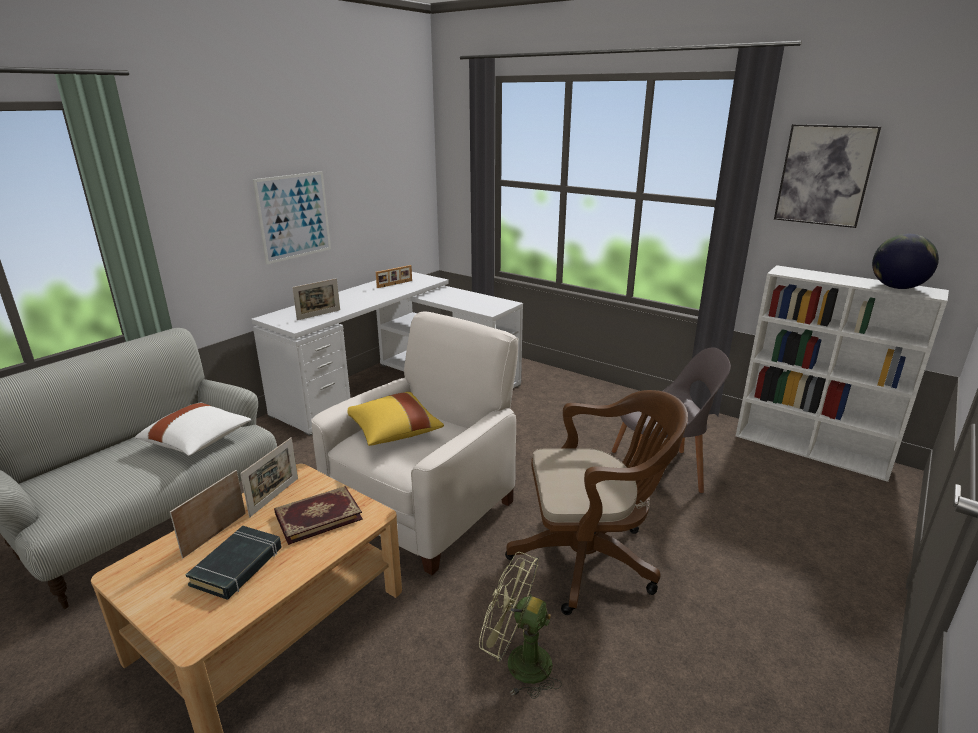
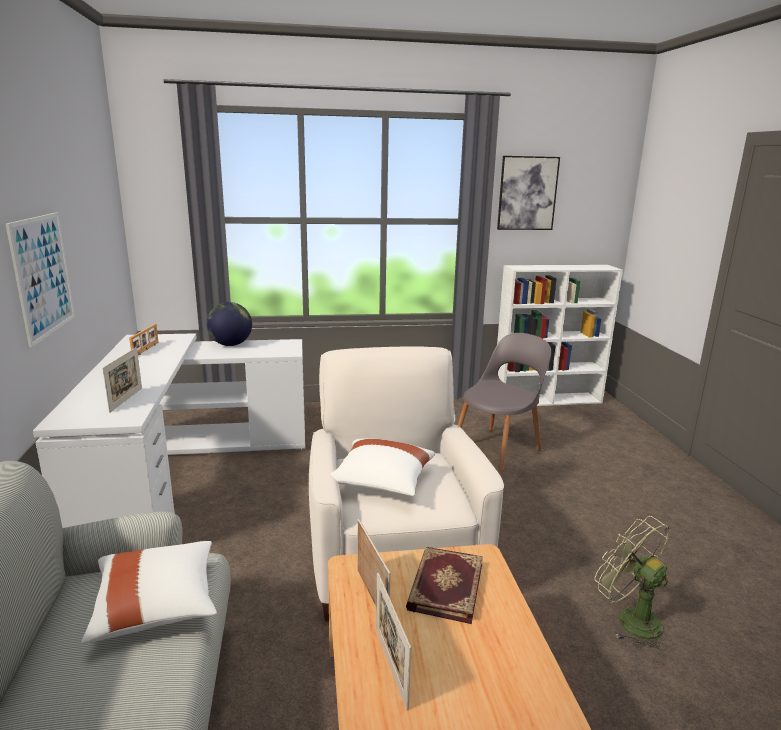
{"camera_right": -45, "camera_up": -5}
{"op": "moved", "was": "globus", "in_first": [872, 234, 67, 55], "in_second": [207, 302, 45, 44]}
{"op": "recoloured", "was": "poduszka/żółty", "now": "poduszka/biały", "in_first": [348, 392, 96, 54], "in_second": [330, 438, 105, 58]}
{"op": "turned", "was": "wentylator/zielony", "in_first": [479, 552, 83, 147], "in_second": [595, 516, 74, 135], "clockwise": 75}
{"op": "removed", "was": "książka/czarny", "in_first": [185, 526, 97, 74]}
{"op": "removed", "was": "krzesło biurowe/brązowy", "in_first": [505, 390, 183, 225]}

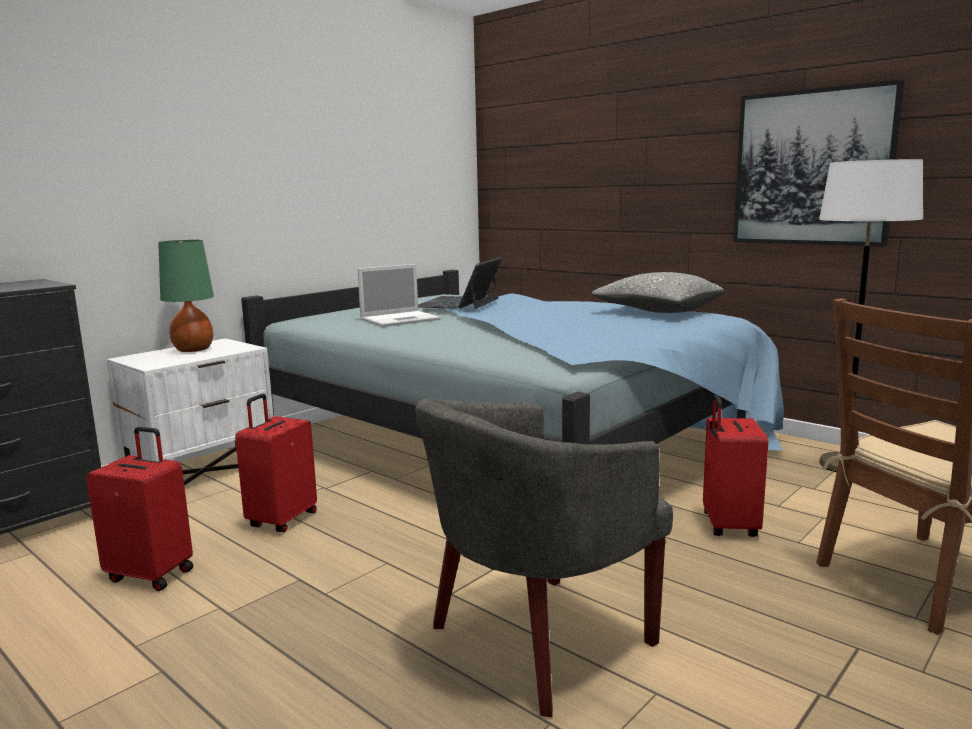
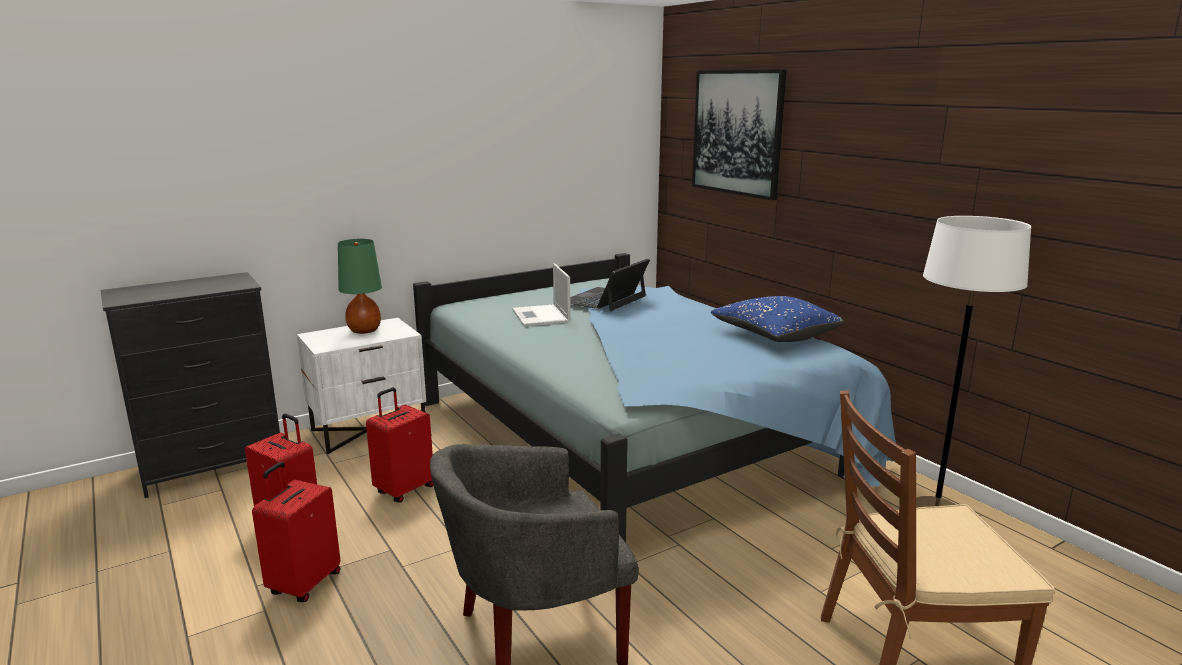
{"camera_right": 15, "camera_up": 5}
{"op": "moved", "was": "walizka/czerwony", "in_first": [703, 394, 65, 143], "in_second": [252, 462, 88, 140]}
{"op": "turned", "was": "laptop", "in_first": [357, 264, 84, 63], "in_second": [512, 263, 59, 64], "clockwise": 90}
{"op": "moved", "was": "obraz", "in_first": [733, 79, 171, 168], "in_second": [692, 69, 95, 132]}
{"op": "recoloured", "was": "poduszka/szary", "now": "poduszka/niebieski", "in_first": [592, 272, 132, 41], "in_second": [711, 296, 133, 46]}

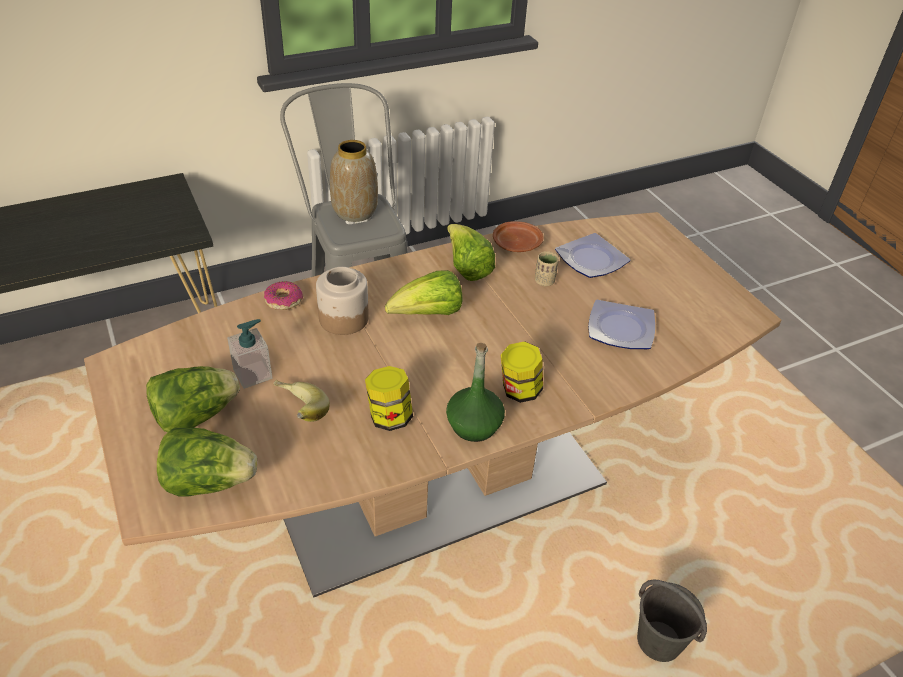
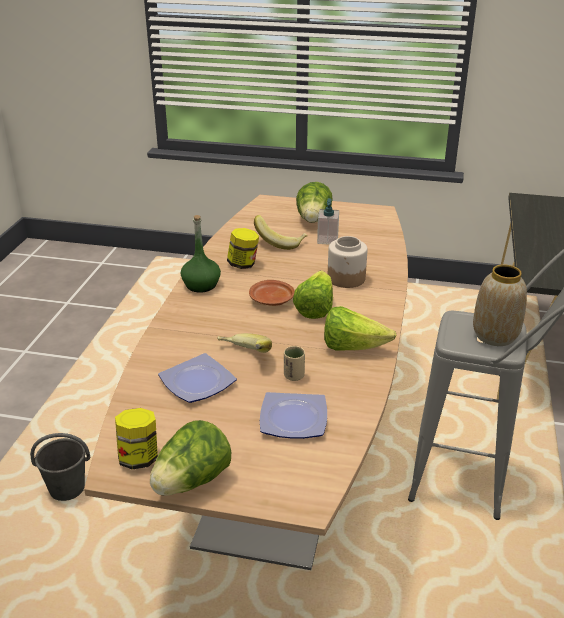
{"camera_right": 130, "camera_up": -10}
{"op": "moved", "was": "słoik", "in_first": [501, 341, 42, 62], "in_second": [115, 408, 43, 61]}
{"op": "moved", "was": "sałata", "in_first": [157, 427, 100, 70], "in_second": [150, 420, 81, 76]}
{"op": "added", "now": "banan", "in_second": [217, 333, 55, 20]}
{"op": "moved", "was": "talerz/brązowy", "in_first": [493, 221, 50, 31], "in_second": [249, 280, 46, 26]}
{"op": "removed", "was": "donut", "in_first": [264, 281, 39, 29]}

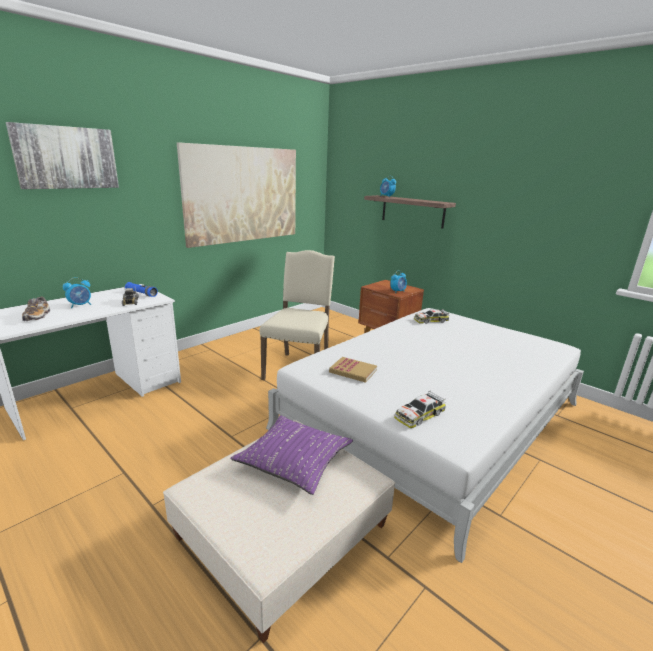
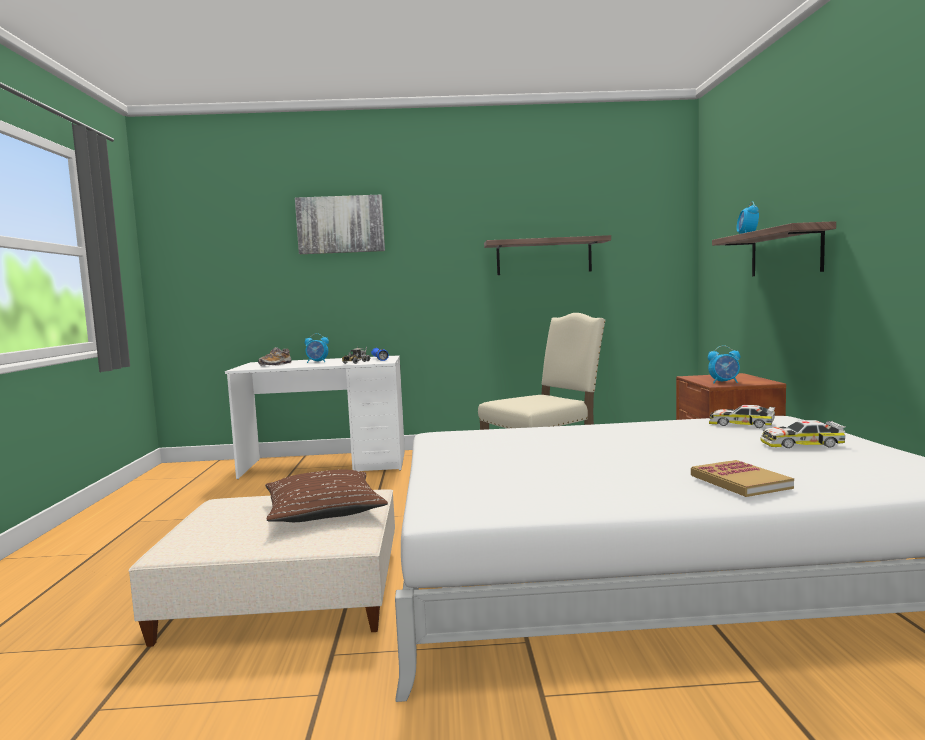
{"camera_right": 45, "camera_up": -15}
{"op": "recoloured", "was": "poduszka/fioletowy", "now": "poduszka/brązowy", "in_first": [231, 415, 122, 80], "in_second": [265, 469, 123, 53]}
{"op": "replaced", "was": "obraz", "now": "półka", "in_first": [177, 142, 119, 106], "in_second": [484, 235, 127, 40]}
{"op": "moved", "was": "książka", "in_first": [329, 357, 48, 26], "in_second": [691, 460, 103, 37]}
{"op": "moved", "was": "samochodzik", "in_first": [394, 391, 52, 37], "in_second": [760, 420, 86, 28]}

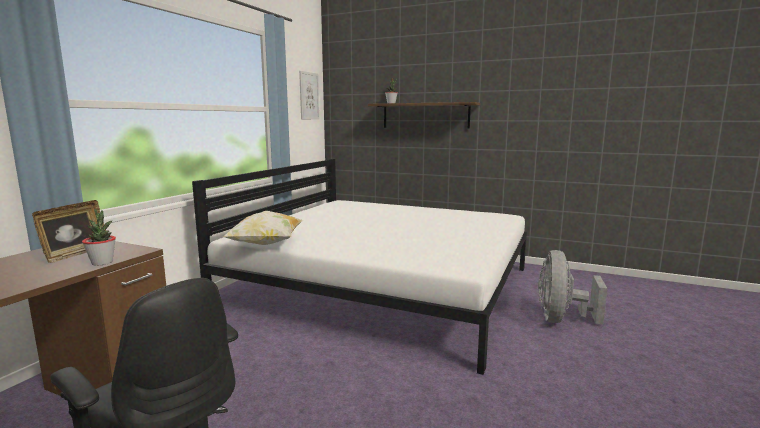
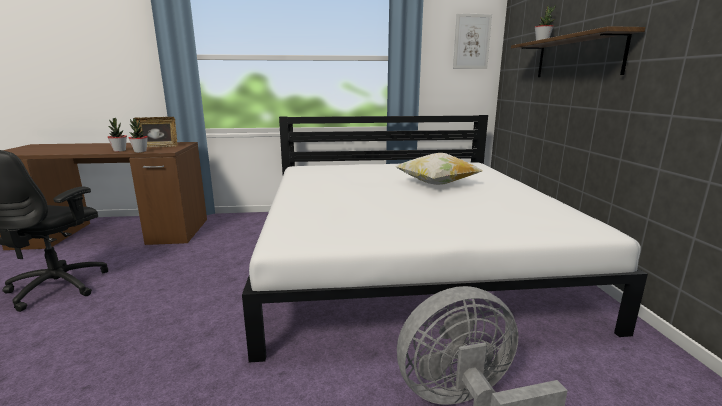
{"camera_right": 60, "camera_up": 5}
{"op": "added", "now": "roślina doniczkowa", "in_second": [107, 117, 20, 35]}
{"op": "moved", "was": "poduszka", "in_first": [223, 211, 80, 34], "in_second": [396, 153, 87, 32]}

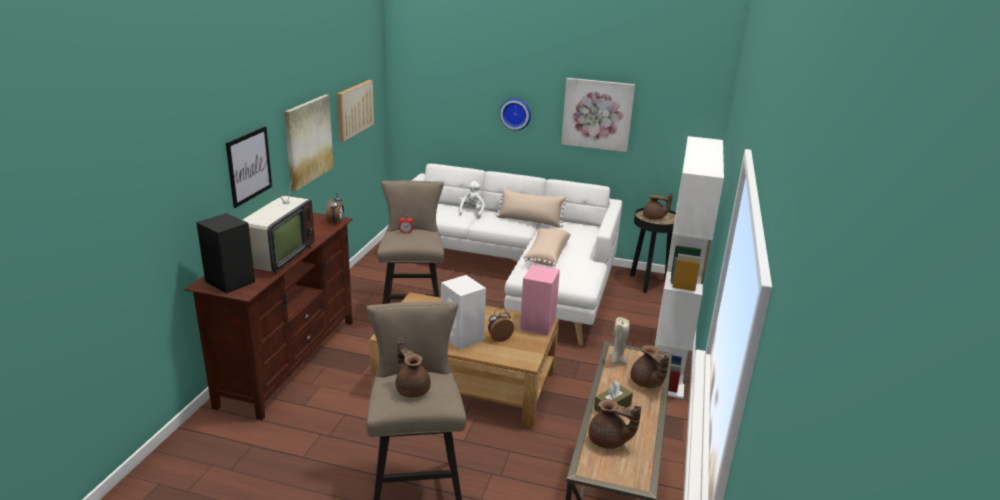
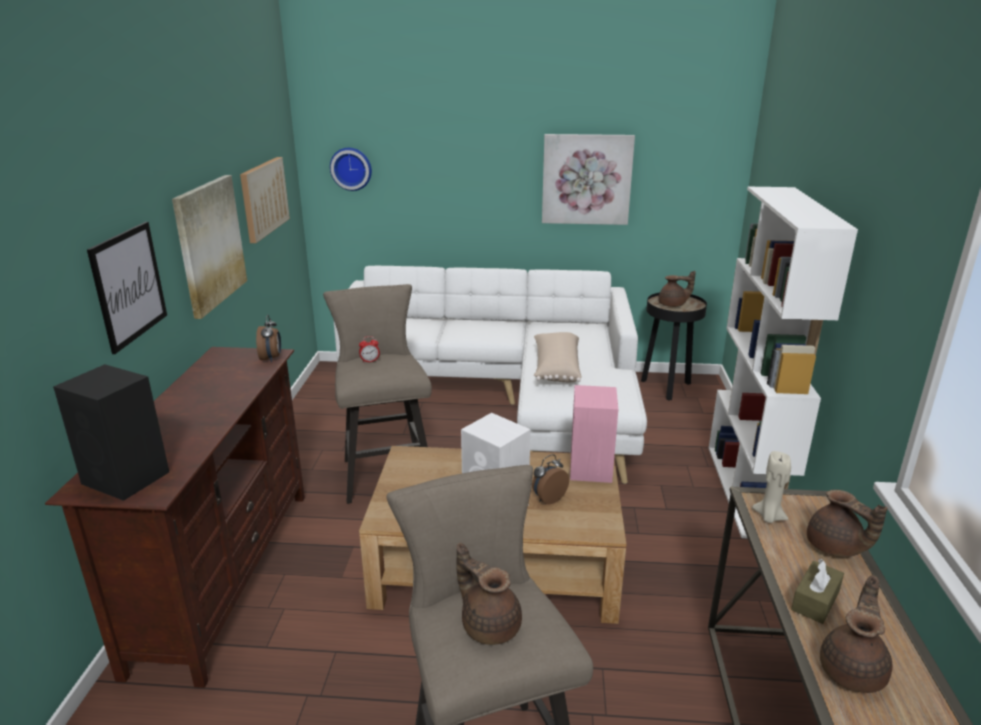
{"camera_right": -10, "camera_up": 0}
{"op": "moved", "was": "zegar ścienny", "in_first": [500, 98, 31, 32], "in_second": [330, 148, 42, 43]}
{"op": "turned", "was": "imbryk/brązowy", "in_first": [588, 400, 53, 49], "in_second": [820, 575, 72, 118], "clockwise": -75}
{"op": "removed", "was": "telewizor", "in_first": [243, 160, 72, 115]}
{"op": "removed", "was": "pluszak/biały", "in_first": [459, 181, 26, 38]}
{"op": "removed", "was": "poduszka/beżowy", "in_first": [496, 188, 72, 40]}

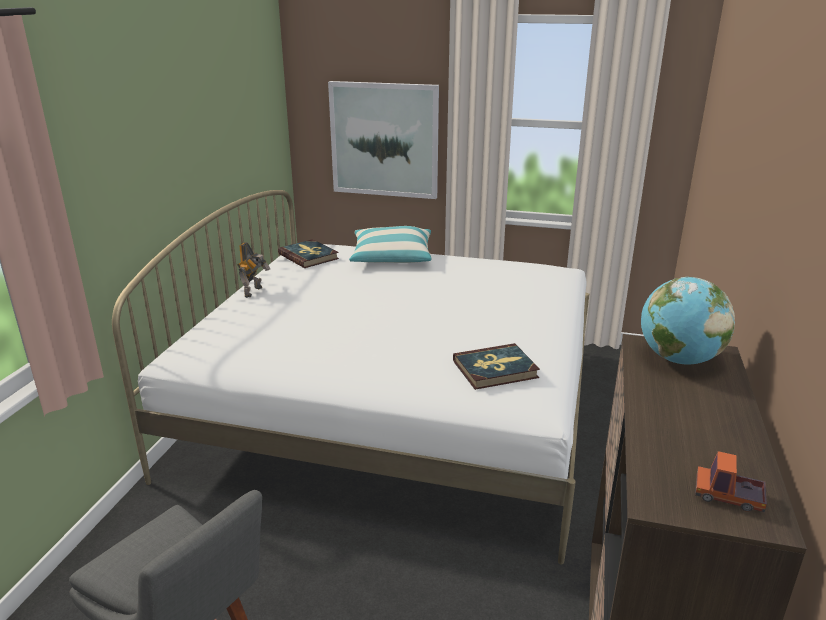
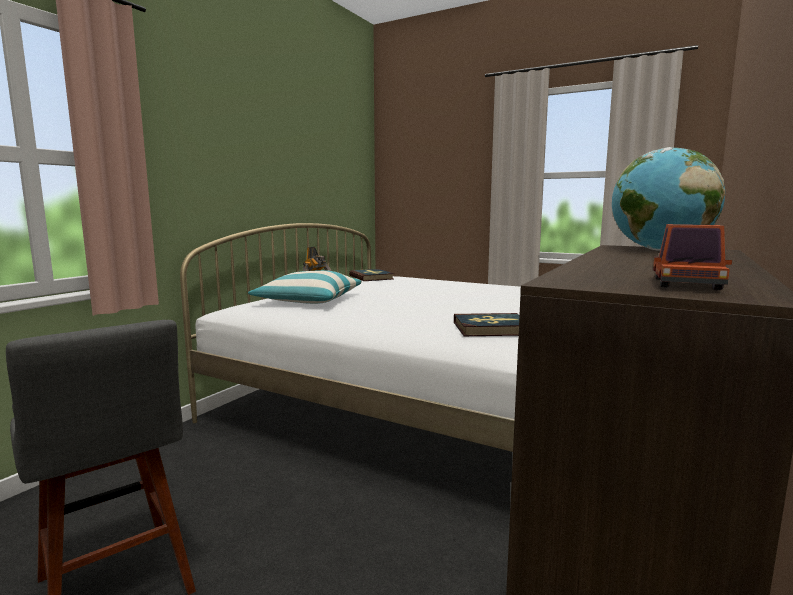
{"camera_right": 15, "camera_up": -15}
{"op": "moved", "was": "poduszka", "in_first": [349, 226, 82, 37], "in_second": [248, 270, 114, 34]}
{"op": "turned", "was": "ciężarówka zabawkowa", "in_first": [695, 451, 72, 61], "in_second": [653, 224, 79, 66], "clockwise": -105}
{"op": "removed", "was": "obraz", "in_first": [328, 81, 111, 118]}

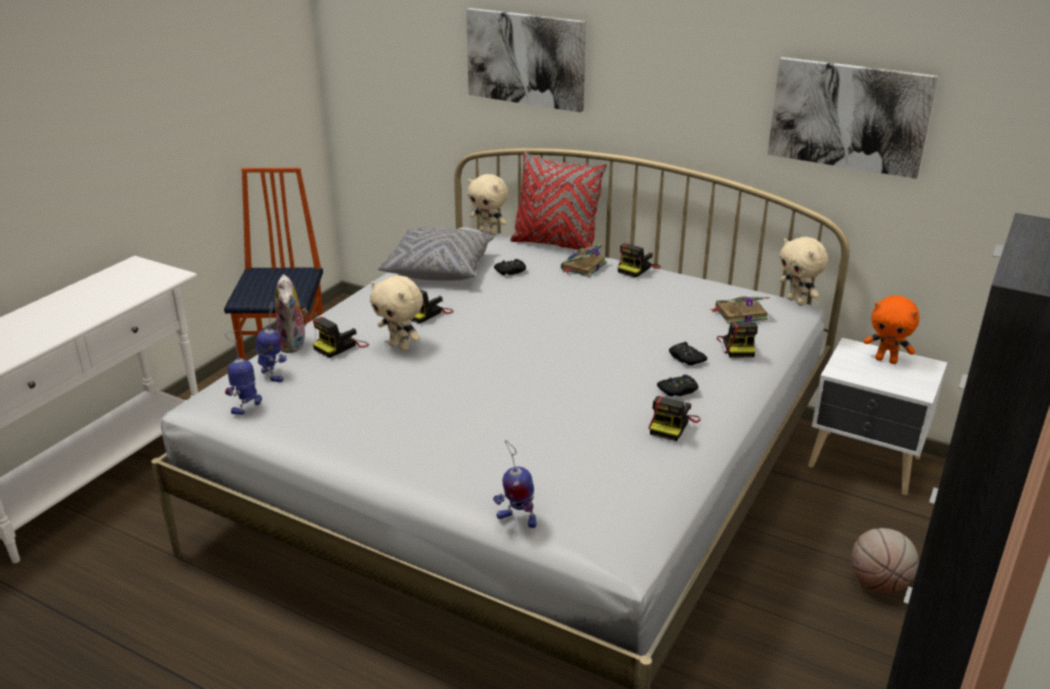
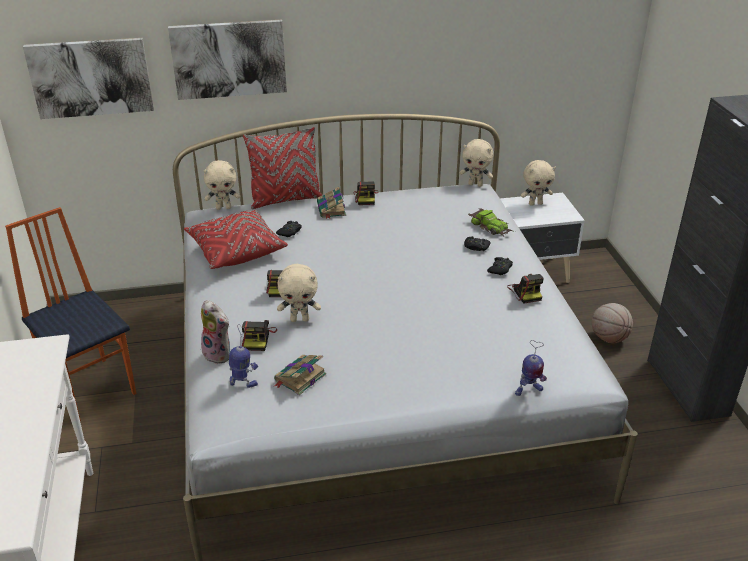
{"camera_right": -40, "camera_up": 5}
{"op": "moved", "was": "obraz", "in_first": [768, 57, 170, 122], "in_second": [23, 38, 131, 81]}
{"op": "recoloured", "was": "poduszka/szary", "now": "poduszka/czerwony", "in_first": [378, 227, 116, 54], "in_second": [184, 210, 104, 59]}
{"op": "moved", "was": "książka", "in_first": [710, 296, 59, 28], "in_second": [274, 355, 52, 40]}
{"op": "replaced", "was": "aparat fotograficzny", "now": "samochodzik", "in_first": [717, 322, 41, 35], "in_second": [468, 208, 47, 29]}
{"op": "recoloured", "was": "pluszak/pomarańczowy", "now": "pluszak/beżowy", "in_first": [864, 295, 55, 69], "in_second": [521, 160, 35, 46]}
{"op": "removed", "was": "robot zabawkowy", "in_first": [225, 330, 37, 85]}

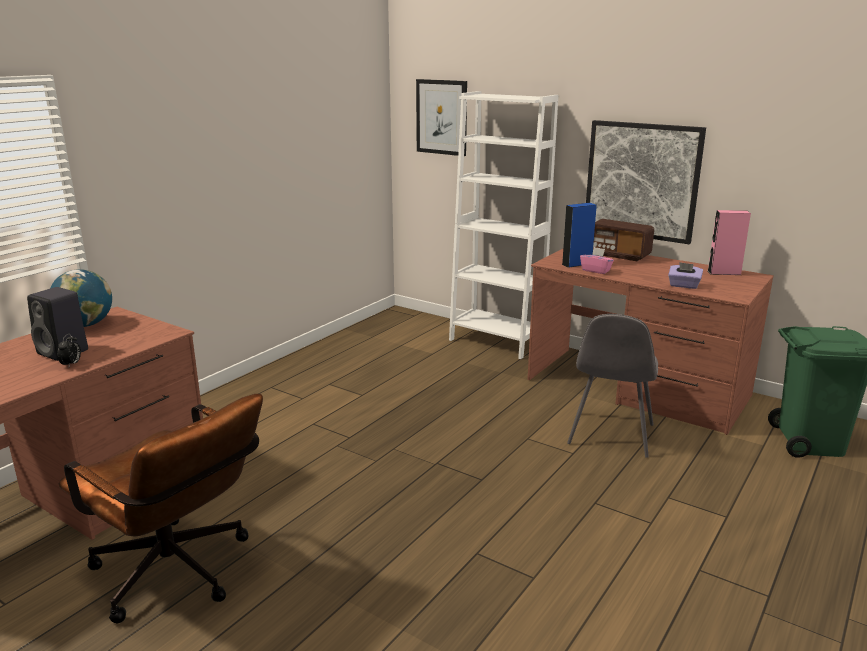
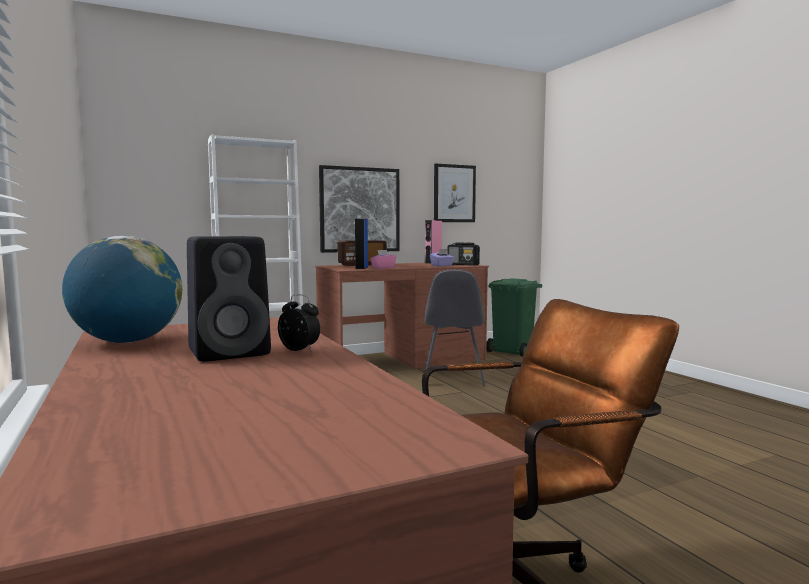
{"camera_right": -60, "camera_up": -15}
{"op": "turned", "was": "krzesło/szary", "in_first": [567, 314, 91, 144], "in_second": [424, 269, 61, 117], "clockwise": 45}
{"op": "moved", "was": "obraz", "in_first": [416, 79, 51, 77], "in_second": [434, 164, 42, 58]}
{"op": "added", "now": "radio", "in_second": [447, 243, 33, 23]}

